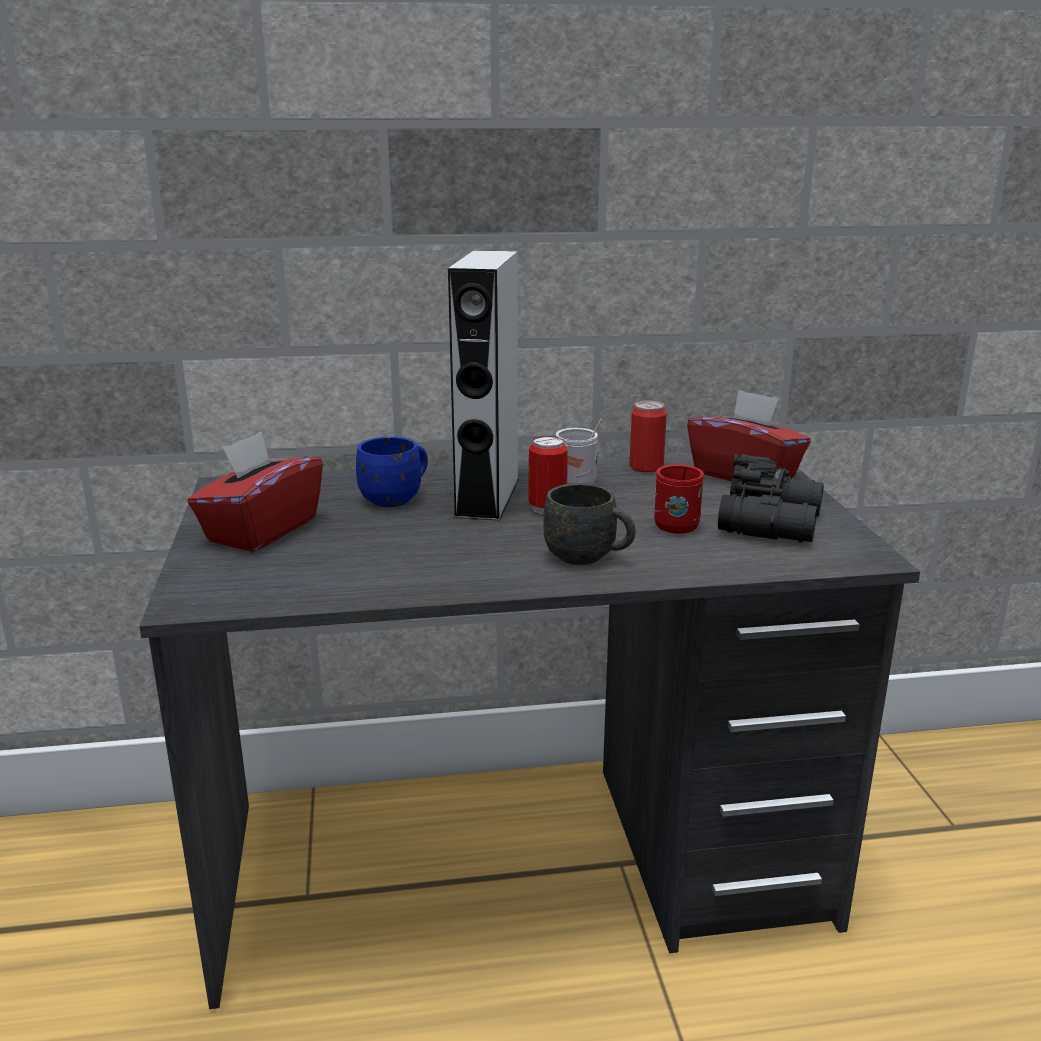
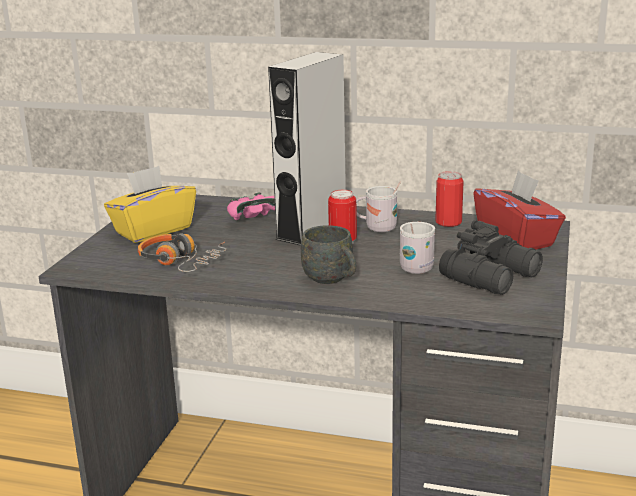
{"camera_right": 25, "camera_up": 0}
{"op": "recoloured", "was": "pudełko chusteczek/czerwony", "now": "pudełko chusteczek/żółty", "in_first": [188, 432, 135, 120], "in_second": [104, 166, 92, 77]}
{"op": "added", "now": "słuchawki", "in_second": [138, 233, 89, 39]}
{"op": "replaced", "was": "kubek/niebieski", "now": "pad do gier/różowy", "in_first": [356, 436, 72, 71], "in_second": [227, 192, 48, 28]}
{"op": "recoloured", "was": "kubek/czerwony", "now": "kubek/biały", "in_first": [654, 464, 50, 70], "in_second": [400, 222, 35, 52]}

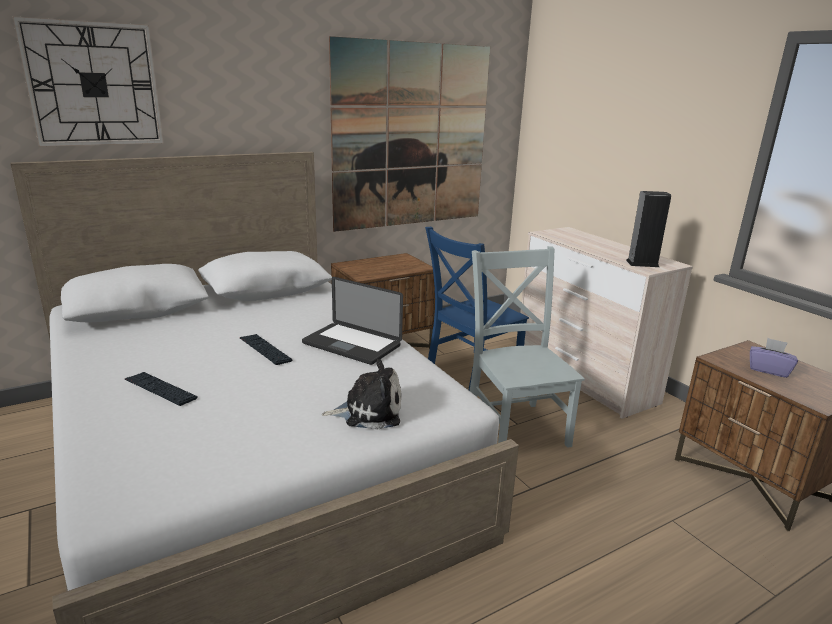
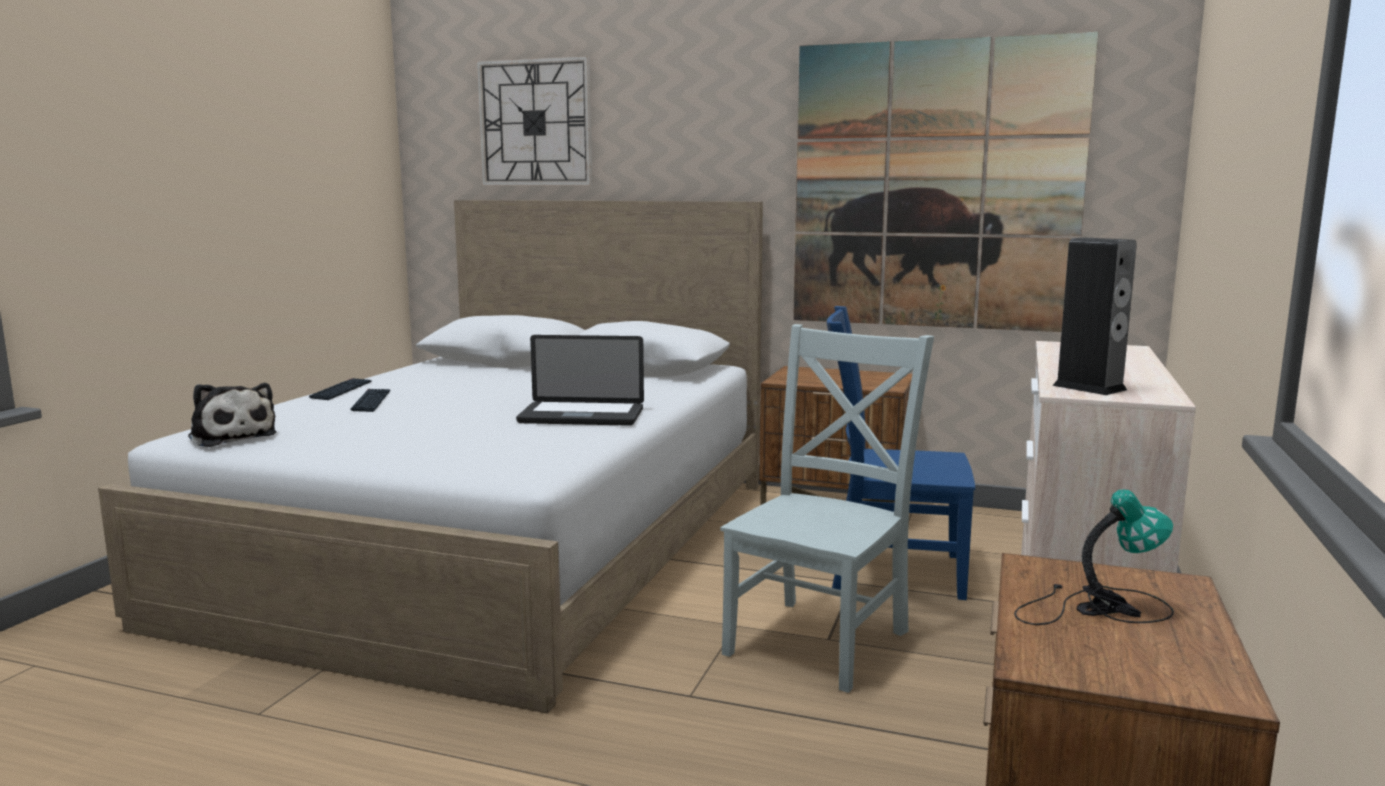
{"camera_right": 50, "camera_up": -10}
{"op": "moved", "was": "pluszak", "in_first": [321, 359, 81, 71], "in_second": [188, 383, 89, 64]}
{"op": "moved", "was": "klawiatura", "in_first": [240, 334, 53, 31], "in_second": [309, 378, 63, 22]}
{"op": "turned", "was": "laptop", "in_first": [302, 277, 101, 88], "in_second": [516, 335, 128, 91], "clockwise": -75}
{"op": "replaced", "was": "pudełko chusteczek/fioletowy", "now": "lampa stołowa", "in_first": [750, 338, 48, 40], "in_second": [1014, 490, 160, 135]}

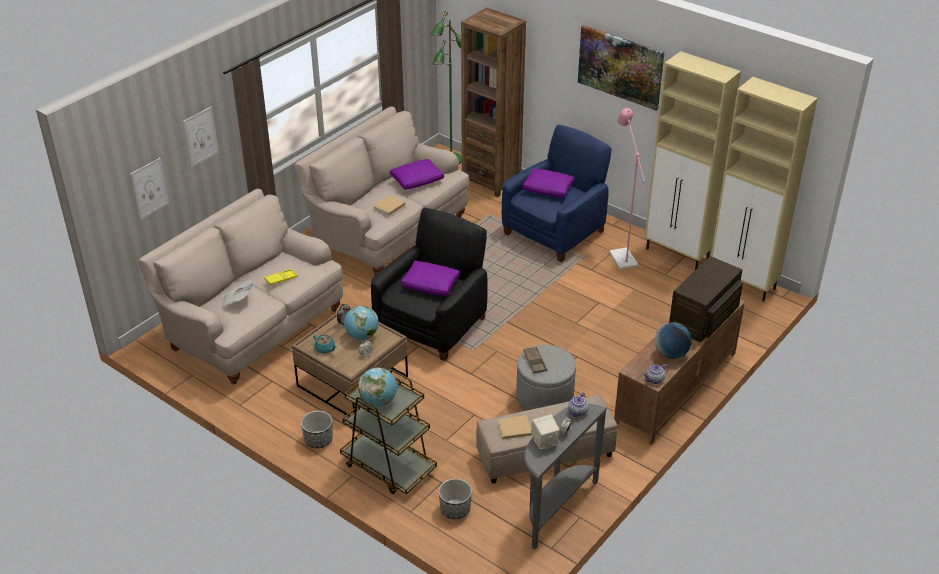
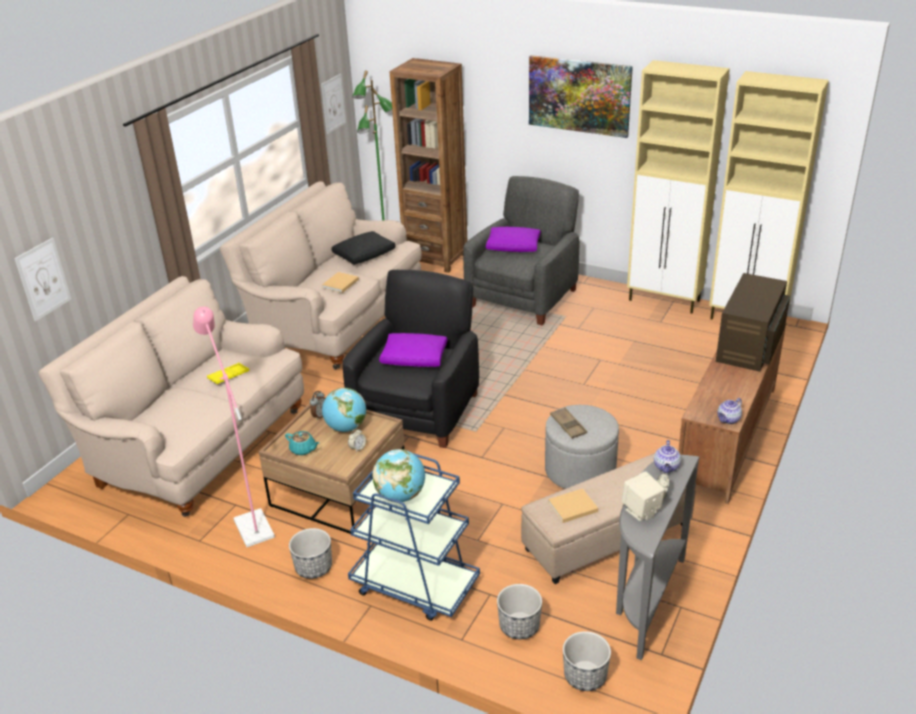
{"camera_right": -10, "camera_up": -5}
{"op": "moved", "was": "lampa stojąca/różowy", "in_first": [609, 108, 36, 161], "in_second": [193, 306, 82, 241]}
{"op": "moved", "was": "obraz", "in_first": [183, 107, 36, 61], "in_second": [321, 74, 25, 60]}
{"op": "recoloured", "was": "poduszka/fioletowy", "now": "poduszka/czarny", "in_first": [390, 159, 54, 31], "in_second": [331, 231, 65, 34]}
{"op": "recoloured", "was": "wózek/brązowy", "now": "wózek/niebieski", "in_first": [340, 370, 97, 124], "in_second": [348, 453, 132, 168]}
{"op": "recoloured", "was": "fotel/niebieski", "now": "fotel/szary", "in_first": [502, 125, 110, 137], "in_second": [463, 176, 116, 149]}
{"op": "added", "now": "donica", "in_second": [563, 631, 48, 60]}
{"op": "removed", "was": "gazeta", "in_first": [222, 280, 32, 26]}
{"op": "removed", "was": "globus", "in_first": [655, 322, 37, 37]}

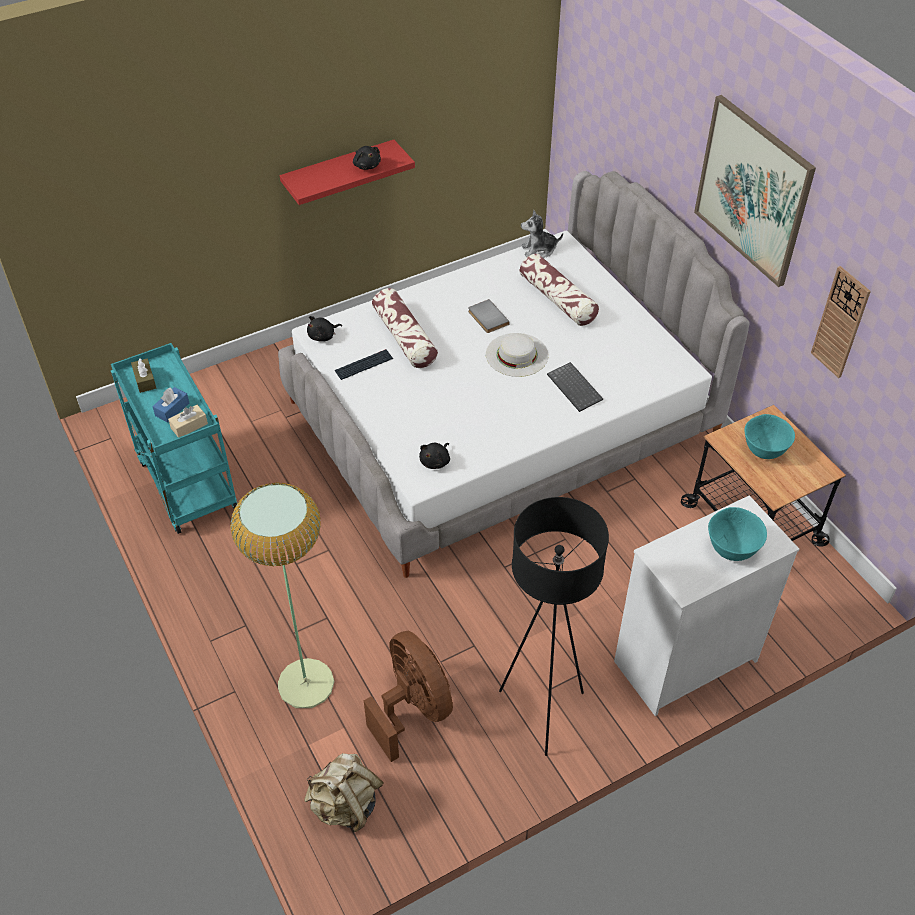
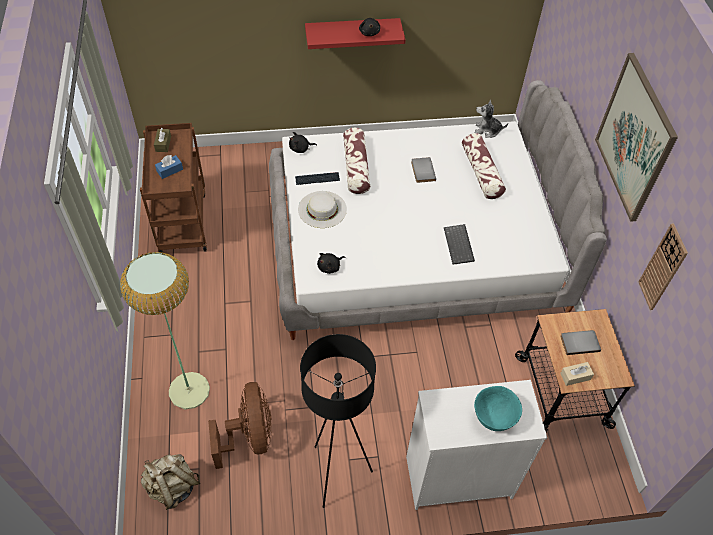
{"camera_right": 20, "camera_up": 5}
{"op": "recoloured", "was": "wózek/turkusowy", "now": "wózek/brązowy", "in_first": [111, 343, 126, 191], "in_second": [140, 123, 67, 129]}
{"op": "moved", "was": "kapelusz/biały", "in_first": [486, 333, 63, 44], "in_second": [298, 191, 49, 37]}
{"op": "replaced", "was": "miska/turkusowy", "now": "książka/szary", "in_first": [745, 414, 50, 45], "in_second": [560, 330, 41, 25]}
{"op": "moved", "was": "pudełko chusteczek/beżowy", "in_first": [168, 405, 40, 33], "in_second": [560, 362, 34, 24]}

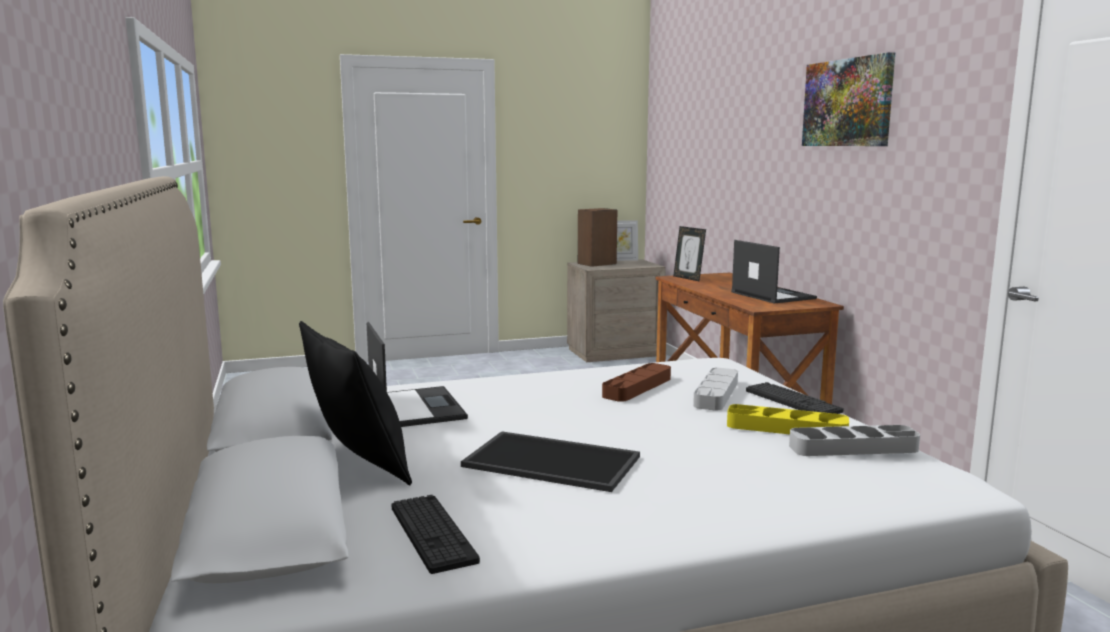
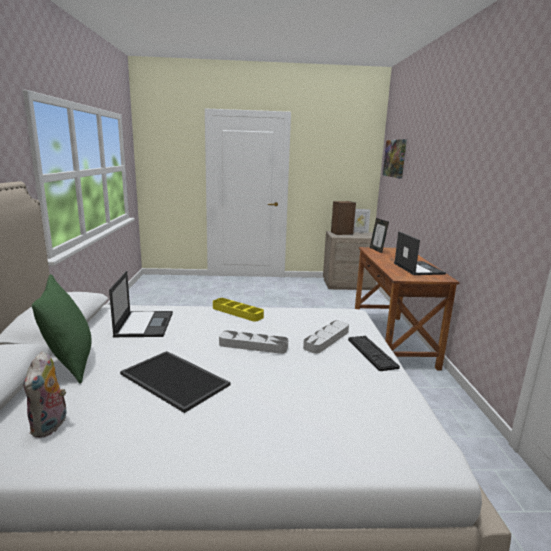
{"camera_right": 15, "camera_up": 5}
{"op": "replaced", "was": "klawiatura", "now": "pluszak", "in_first": [391, 495, 89, 79], "in_second": [24, 351, 44, 87]}
{"op": "recoloured", "was": "poduszka/czarny", "now": "poduszka/zielony", "in_first": [299, 321, 113, 164], "in_second": [32, 274, 60, 110]}
{"op": "moved", "was": "taca/żółty", "in_first": [727, 404, 122, 30], "in_second": [213, 298, 51, 24]}
{"op": "moved", "was": "taca/szary", "in_first": [789, 425, 131, 31], "in_second": [219, 330, 69, 24]}
{"op": "moved", "was": "obraz", "in_first": [802, 52, 93, 94], "in_second": [383, 139, 24, 40]}
{"op": "removed", "was": "taca/brązowy", "in_first": [602, 363, 69, 39]}

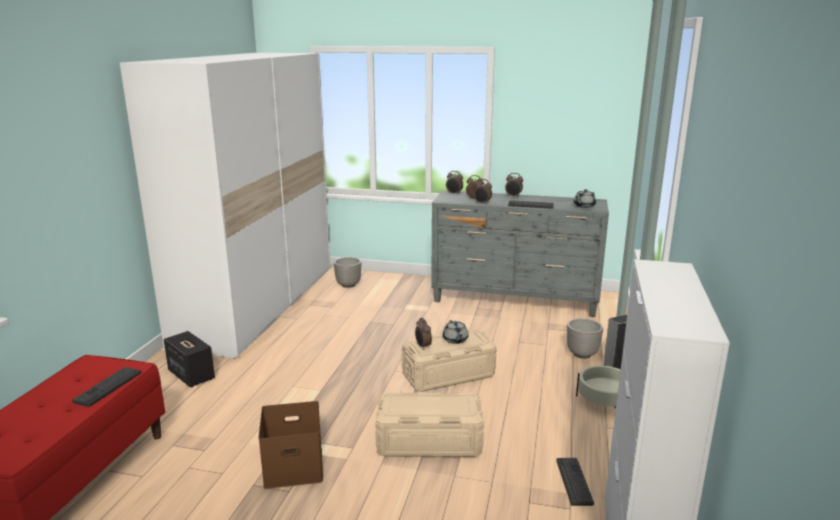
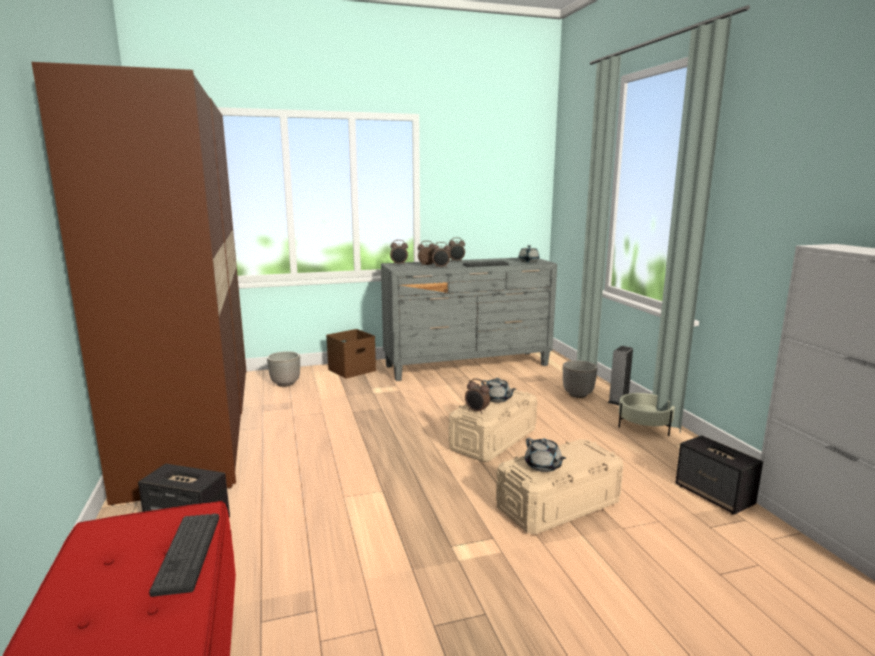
{"camera_right": -30, "camera_up": -5}
{"op": "recoloured", "was": "szafa/biały", "now": "szafa/brązowy", "in_first": [120, 53, 210, 306], "in_second": [32, 62, 214, 444]}
{"op": "moved", "was": "pojemnik do przechowywania/brązowy", "in_first": [259, 401, 64, 88], "in_second": [326, 329, 50, 49]}
{"op": "added", "now": "imbryk/szary", "in_second": [525, 438, 41, 34]}
{"op": "replaced", "was": "klawiatura", "now": "głośnik", "in_first": [556, 458, 38, 48], "in_second": [675, 435, 88, 80]}

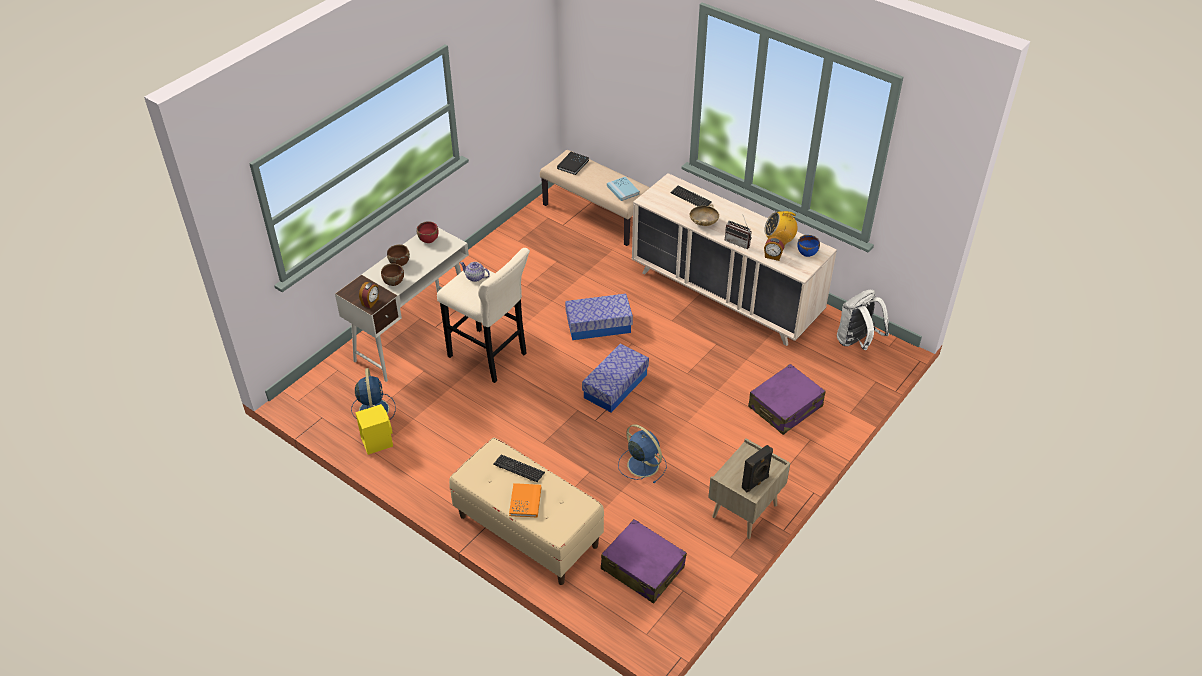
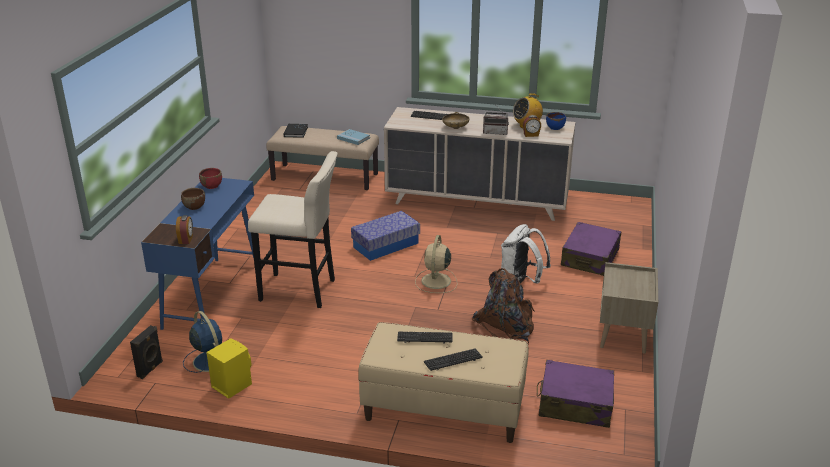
{"camera_right": -25, "camera_up": -15}
{"op": "moved", "was": "głośnik/czarny", "in_first": [742, 445, 31, 48], "in_second": [130, 325, 33, 54]}
{"op": "recoloured", "was": "biurko/biały", "now": "biurko/niebieski", "in_first": [335, 228, 134, 154], "in_second": [141, 178, 113, 152]}
{"op": "replaced", "was": "pojemnik do przechowywania", "now": "wentylator/beżowy", "in_first": [582, 343, 67, 70], "in_second": [415, 235, 43, 58]}
{"op": "replaced", "was": "książka/pomarańczowy", "now": "klawiatura", "in_first": [509, 483, 32, 35], "in_second": [424, 348, 59, 23]}
{"op": "replaced", "was": "wentylator/niebieski", "now": "plecak/brązowy", "in_first": [618, 424, 49, 60], "in_second": [472, 268, 63, 76]}
{"op": "moved", "was": "plecak/biały", "in_first": [837, 290, 52, 60], "in_second": [501, 224, 50, 60]}
{"op": "removed", "was": "miska/brązowy", "in_first": [381, 263, 23, 23]}
{"op": "removed", "was": "imbryk", "in_first": [460, 262, 30, 20]}

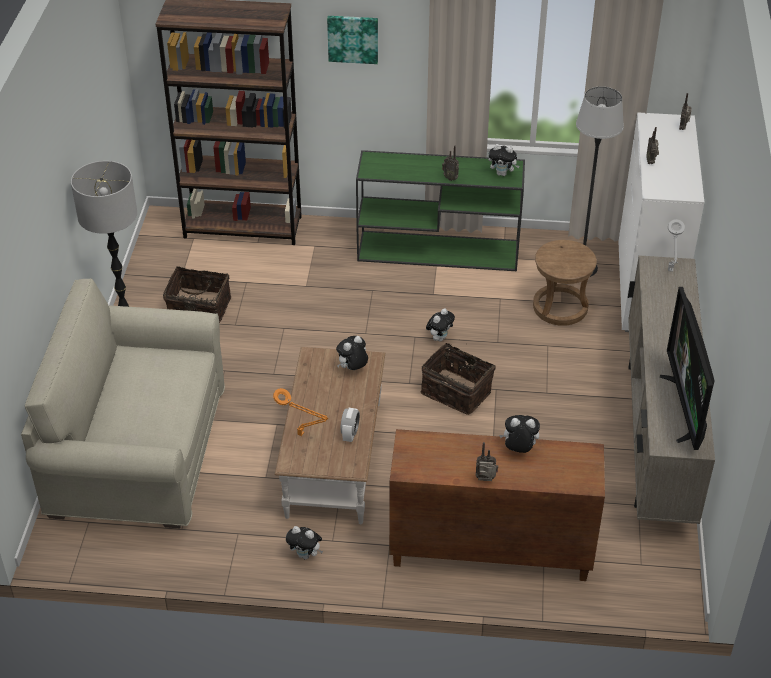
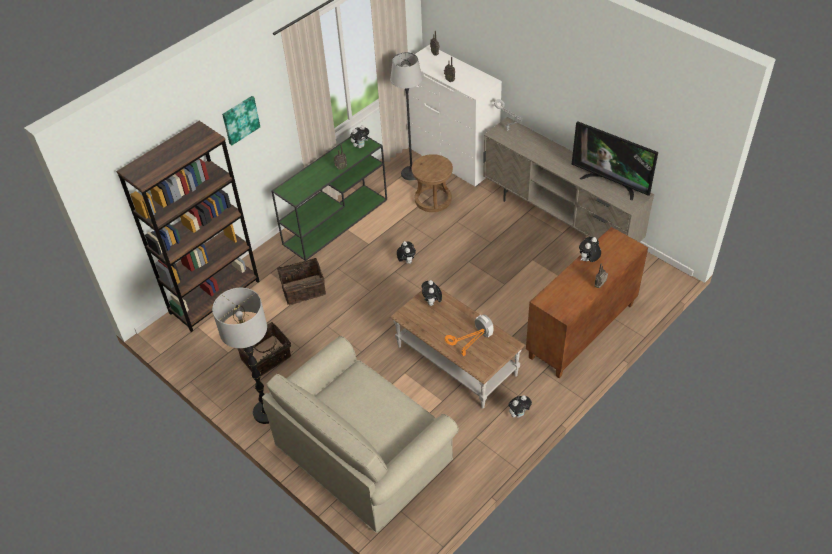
{"camera_right": -50, "camera_up": 5}
{"op": "moved", "was": "koszyk", "in_first": [421, 343, 75, 72], "in_second": [277, 258, 49, 47]}

